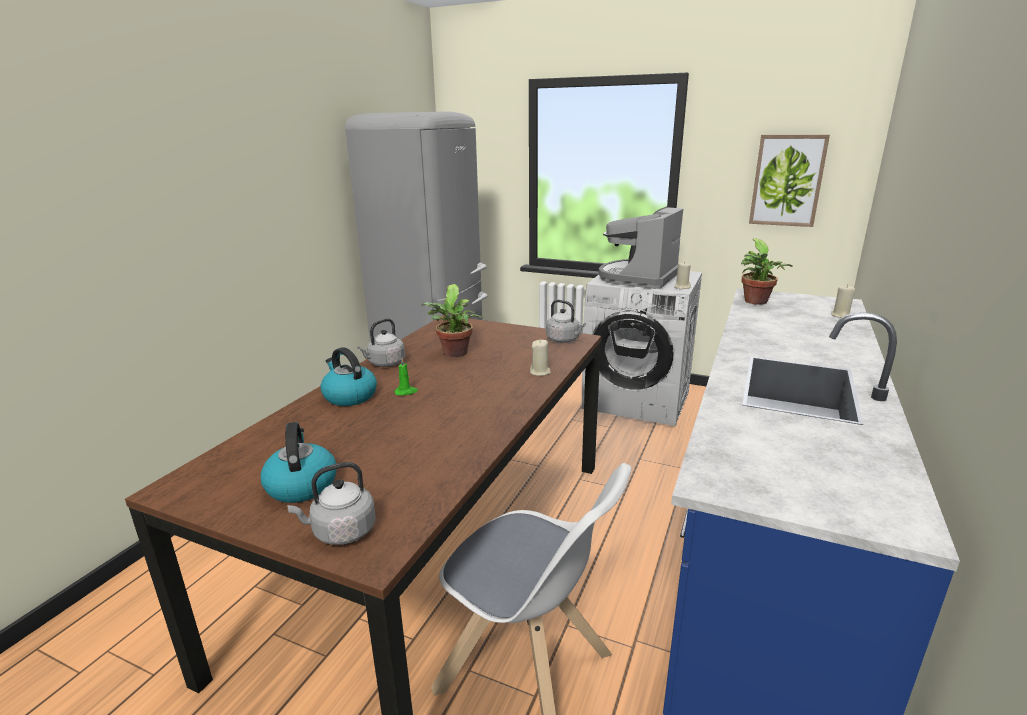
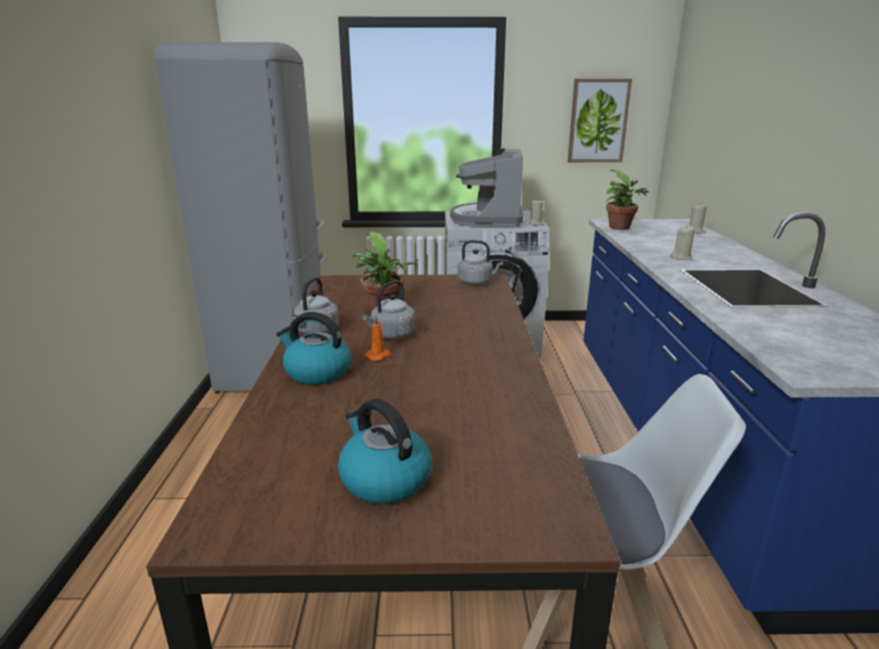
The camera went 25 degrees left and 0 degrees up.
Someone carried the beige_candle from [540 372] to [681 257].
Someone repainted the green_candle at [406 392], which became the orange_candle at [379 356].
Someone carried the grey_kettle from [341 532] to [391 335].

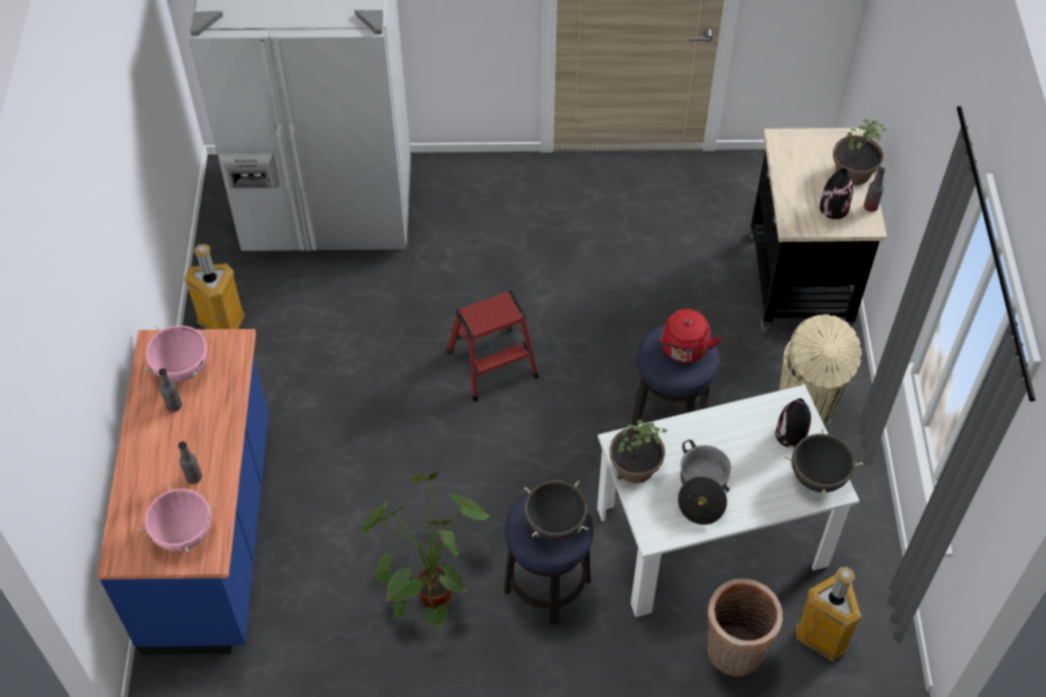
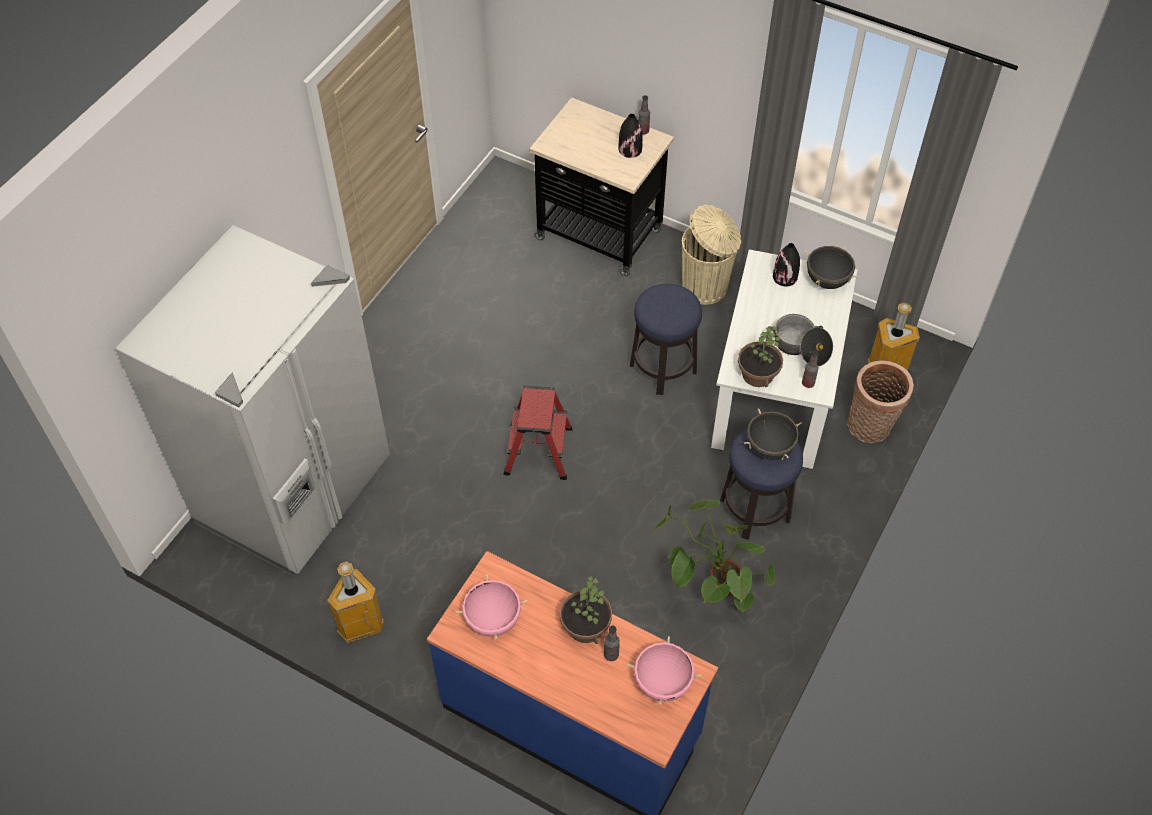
The camera went 60 degrees left and 0 degrees up.
Someone carried the potted_plant from [852 172] to [585 626].
Someone took away the red_kettle at [684 350].
Someone carried the bottle from [174 406] to [808 383].

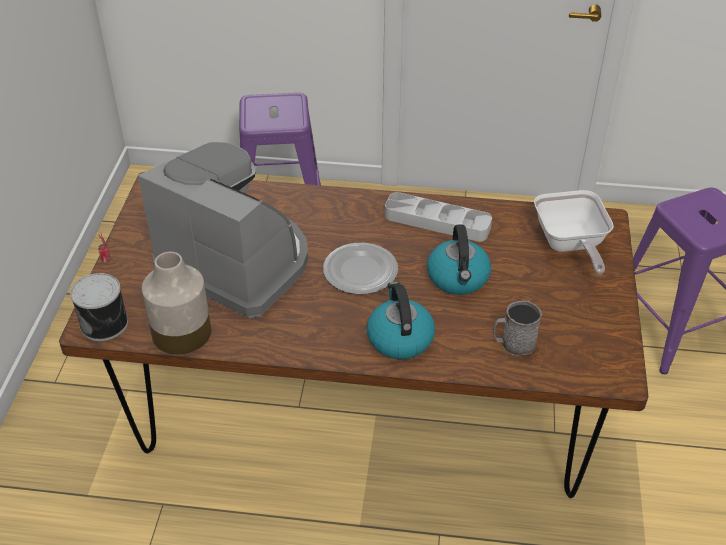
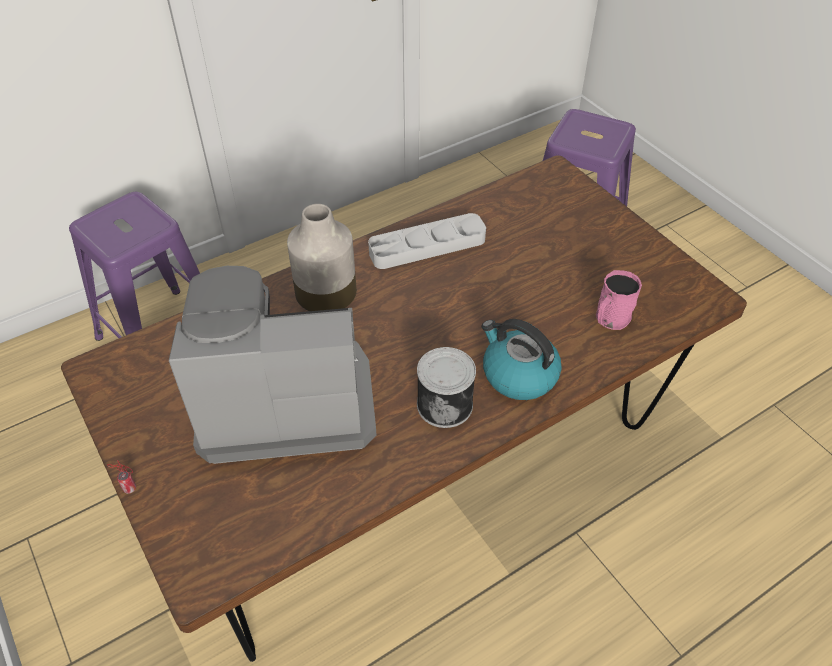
The camera went 40 degrees left and 5 degrees up.
Someone took away the frying_pan at [570 245].
Someone took away the kettle at [458 278].
Someone took away the plate at [360 270].
Someone carried the beige_vase from [182 332] to [326 291].
Someone carried the can from [105 323] to [445 403].
Someone repainted the grey_mug at [513 344], which became the pink_mug at [610 319].

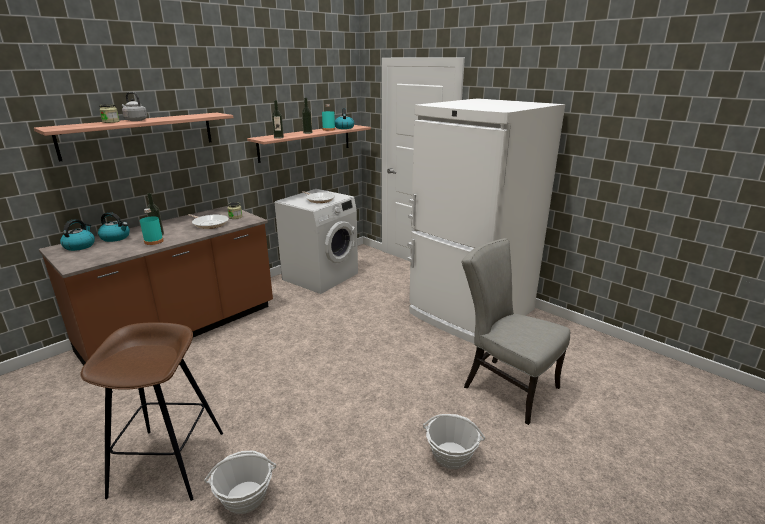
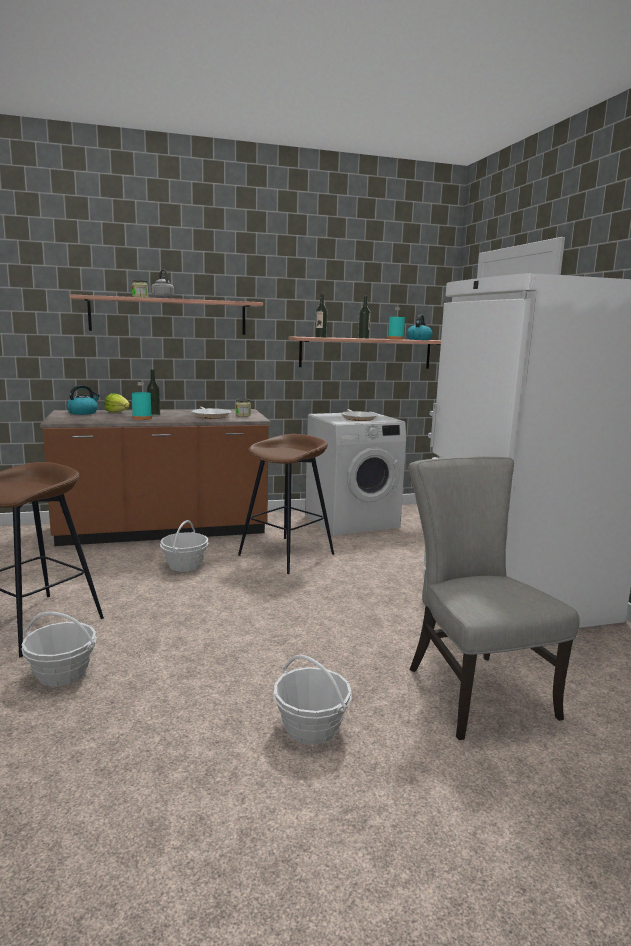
The camera went 30 degrees right and 10 degrees down.
Someone swapped the kettle at [116 237] for the lettuce at [118 412].
Someone put down the brown_stool at [287 554].
Someone put down the basket at [185 565].

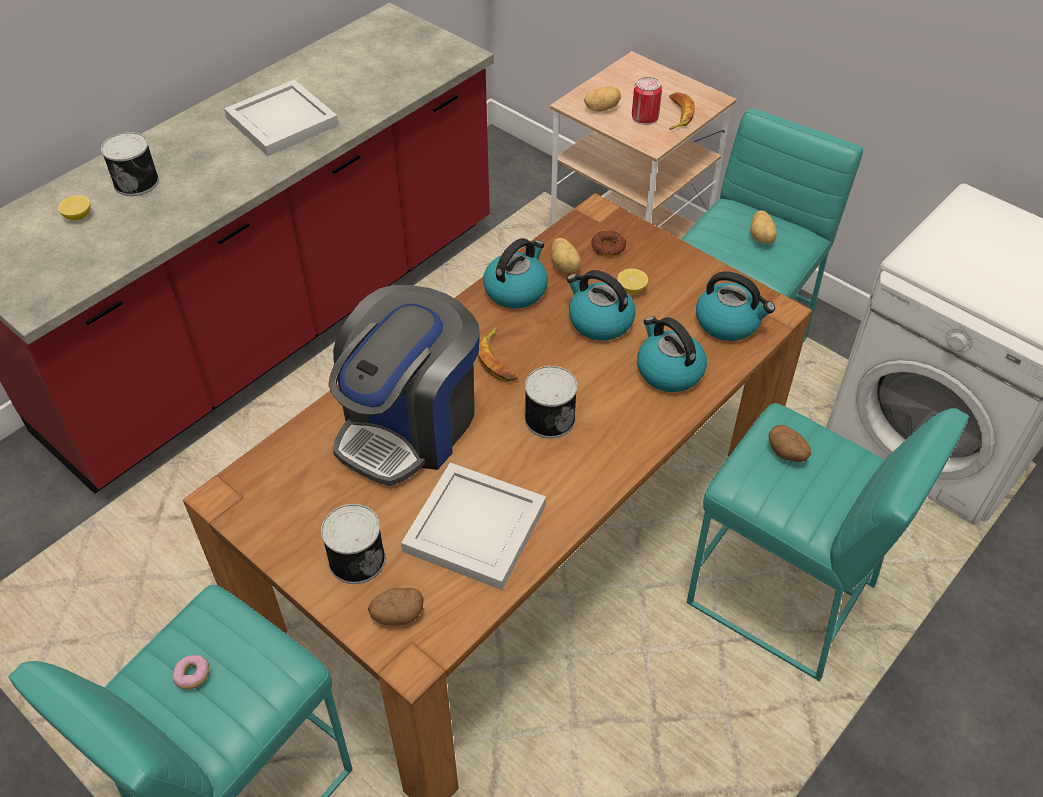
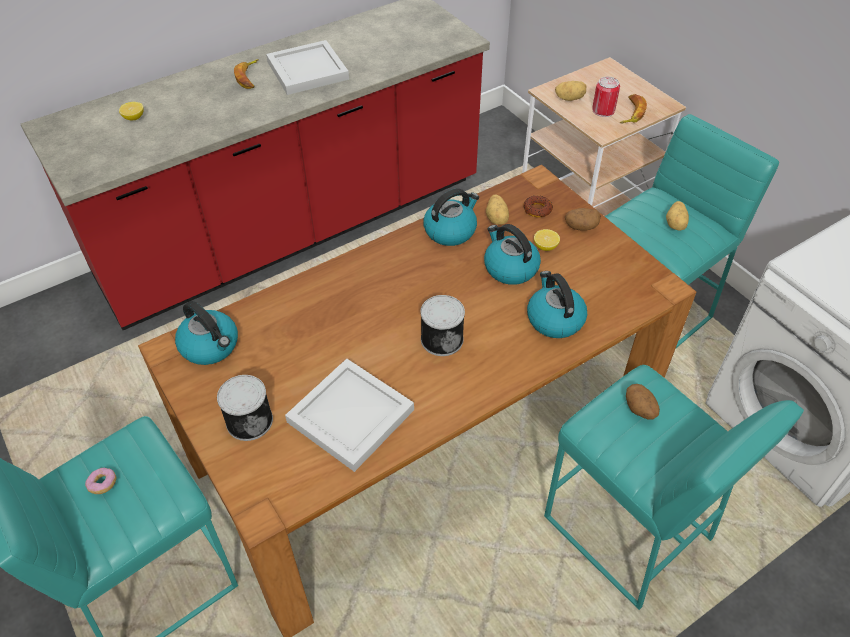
The camera went 15 degrees right and 0 degrees up.
Someone took away the can at [137 181].
Someone carried the kettle from [728 322] to [211 346].
Someone took away the coffee_machine at [409 424].
Someone carried the banana from [498 360] to [249 77].
Someone carried the potato from [397 615] to [580 227].

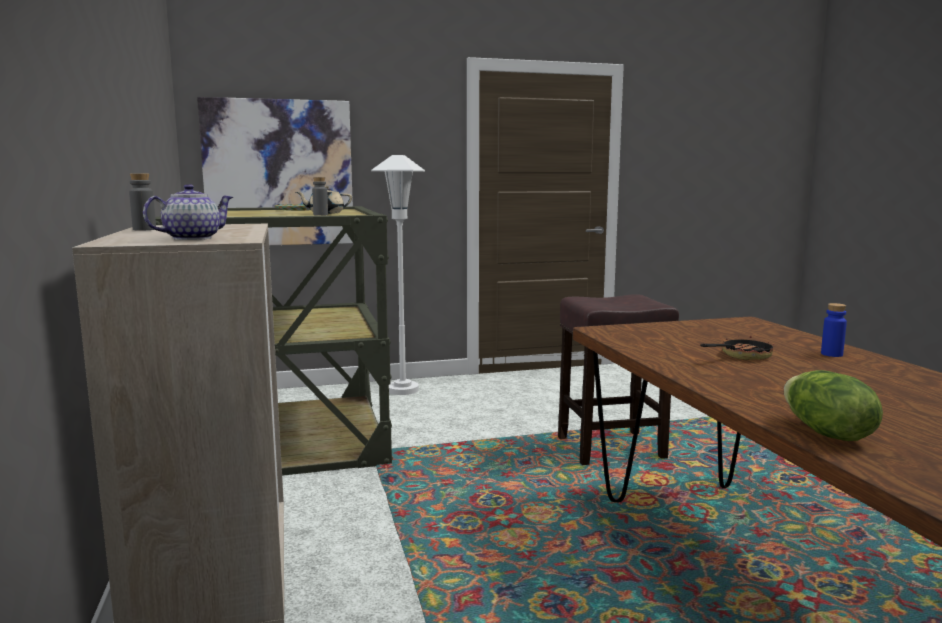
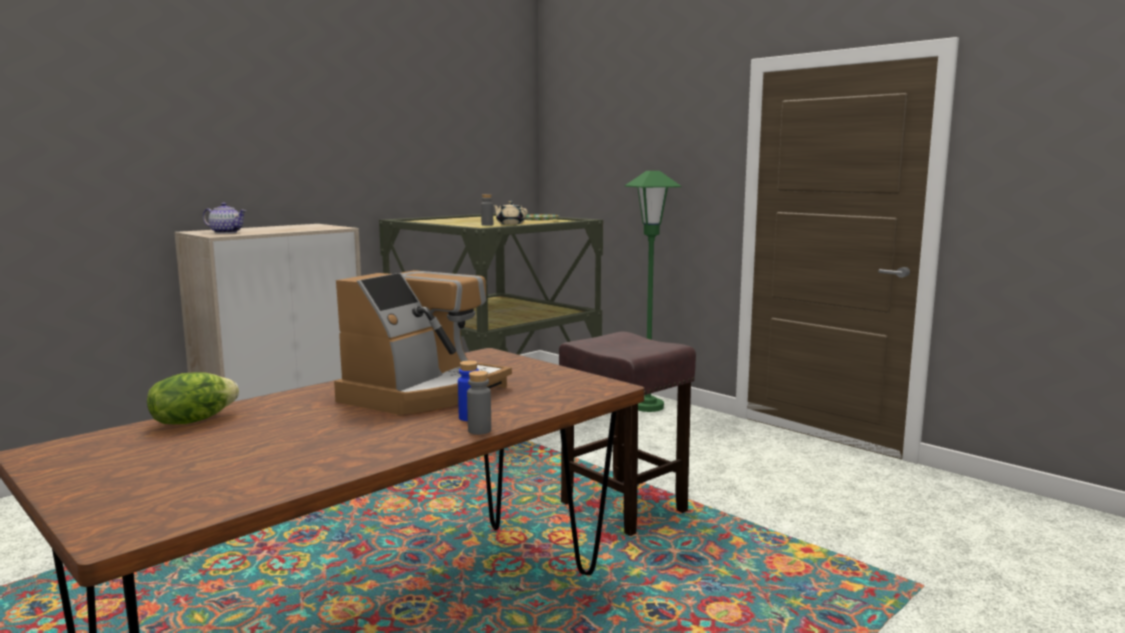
The camera went 60 degrees right and 0 degrees up.
Someone took away the picture at [279 173].
Someone repainted the white_floor_lamp at [403 390], which became the green_floor_lamp at [647 406].
Someone carried the grey_bottle from [144 229] to [479 430].
Someone swapped the frying_pan at [740 356] for the coffee_machine at [424 392].

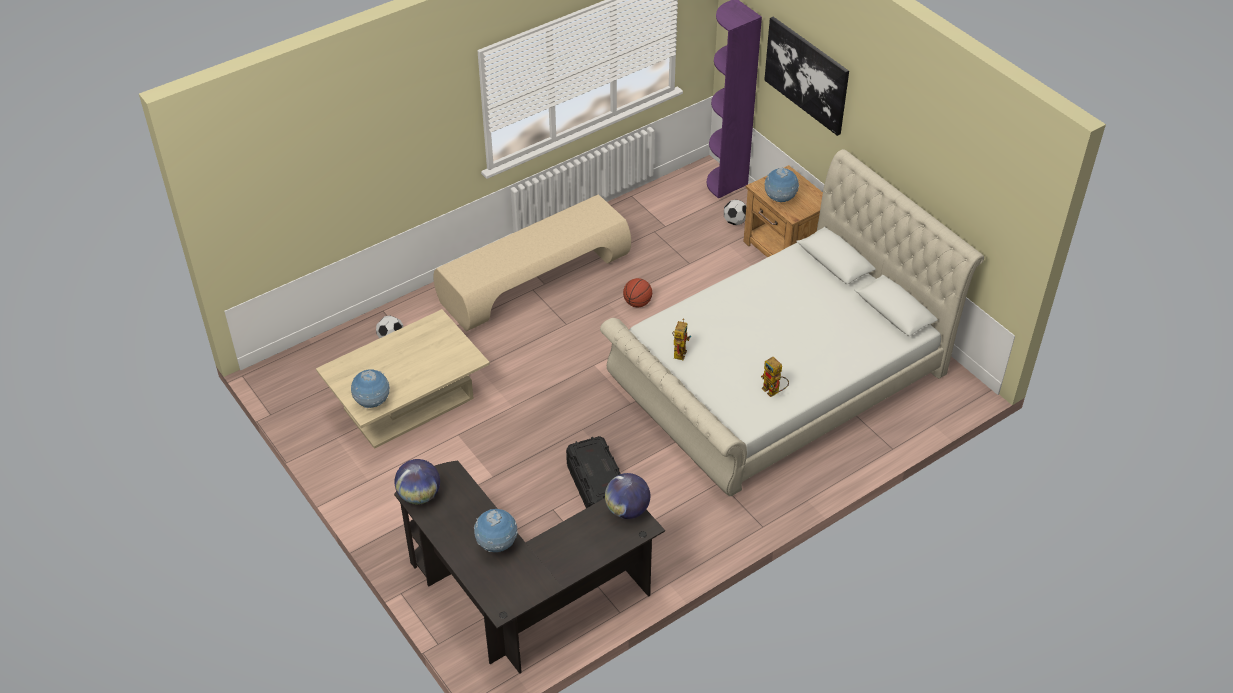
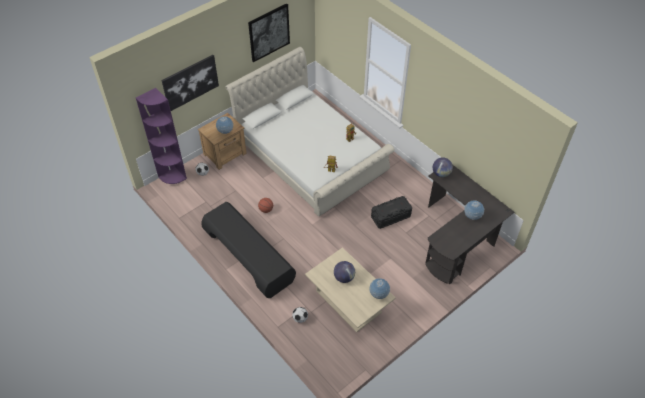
The camera went 95 degrees left and 5 degrees up.
Someone repainted the beige_bench at [534 278], which became the black_bench at [248 256].
Someone carried the globe from [419 495] to [344 277].
Someone put up the picture at [269 32].

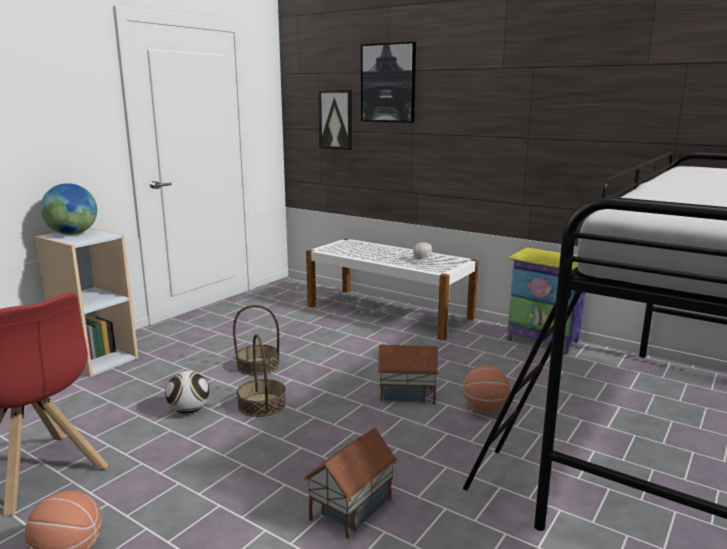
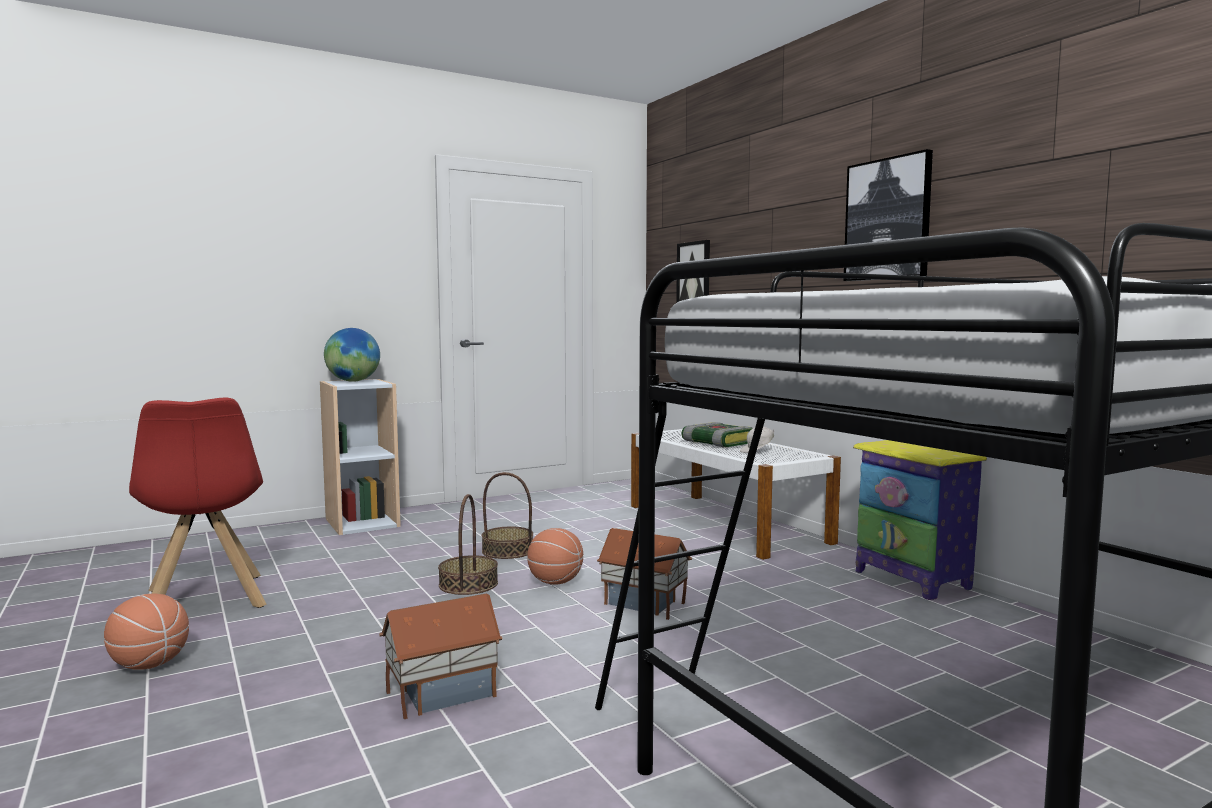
The camera went 25 degrees right and 10 degrees down.
Someone carried the picture from [388 83] to [888 219].
Someone carried the basketball from [484 409] to [555 582].
Someone took away the football at [189 410].
Someone put down the book at [716 443].

